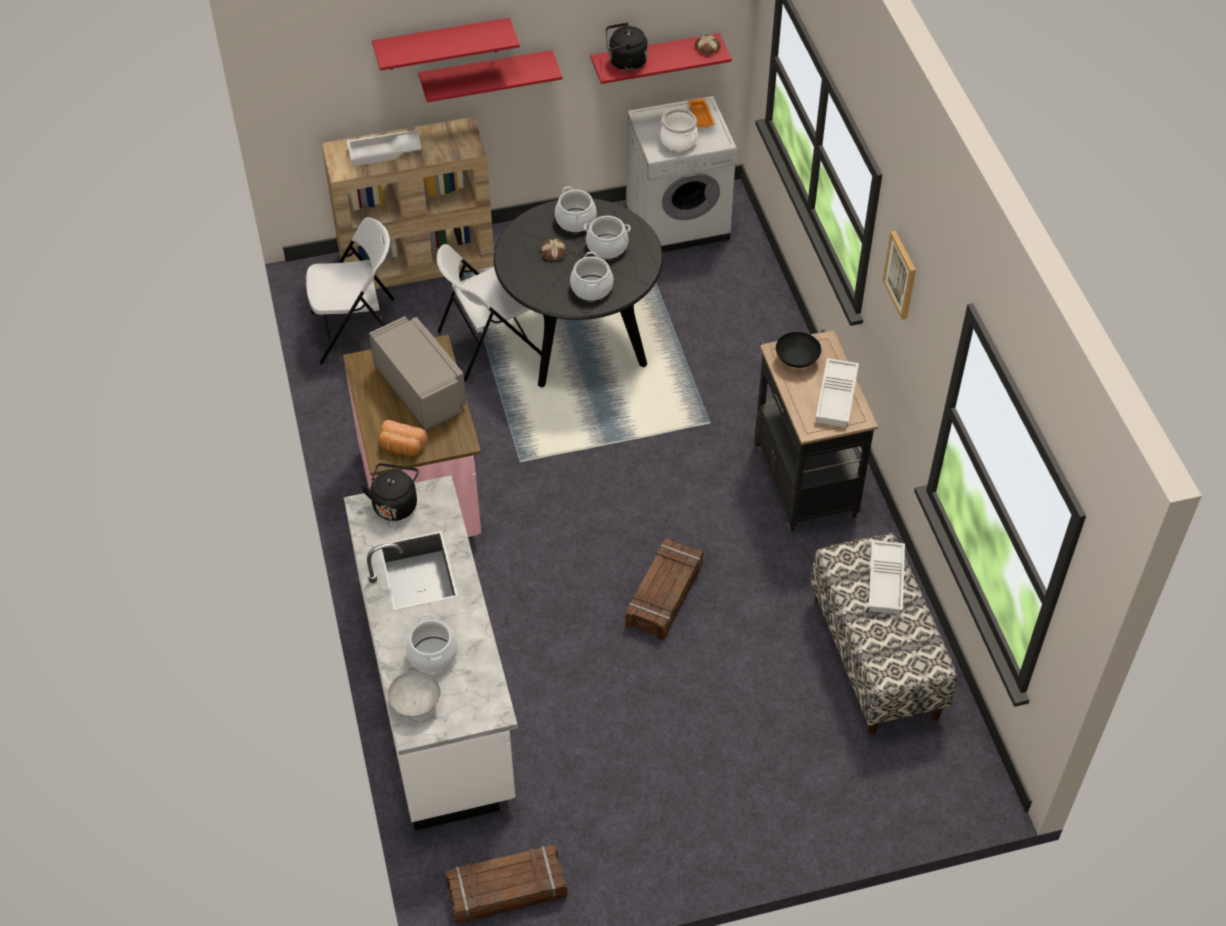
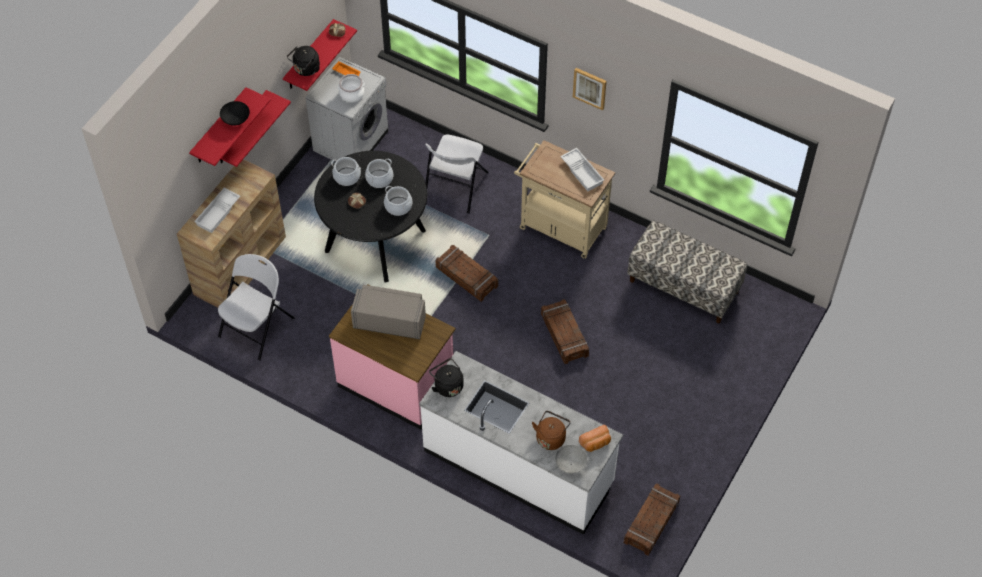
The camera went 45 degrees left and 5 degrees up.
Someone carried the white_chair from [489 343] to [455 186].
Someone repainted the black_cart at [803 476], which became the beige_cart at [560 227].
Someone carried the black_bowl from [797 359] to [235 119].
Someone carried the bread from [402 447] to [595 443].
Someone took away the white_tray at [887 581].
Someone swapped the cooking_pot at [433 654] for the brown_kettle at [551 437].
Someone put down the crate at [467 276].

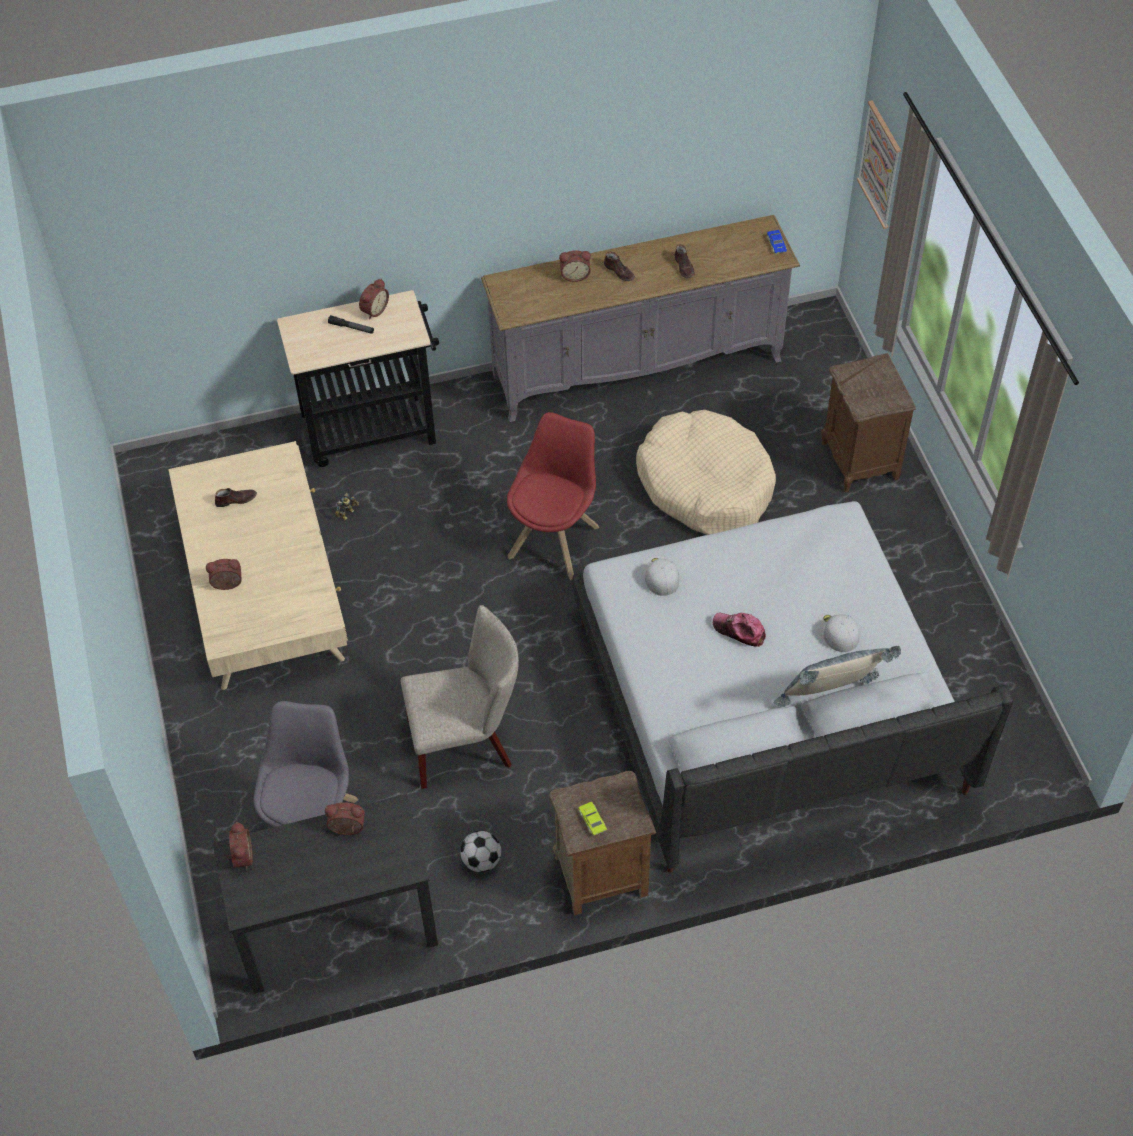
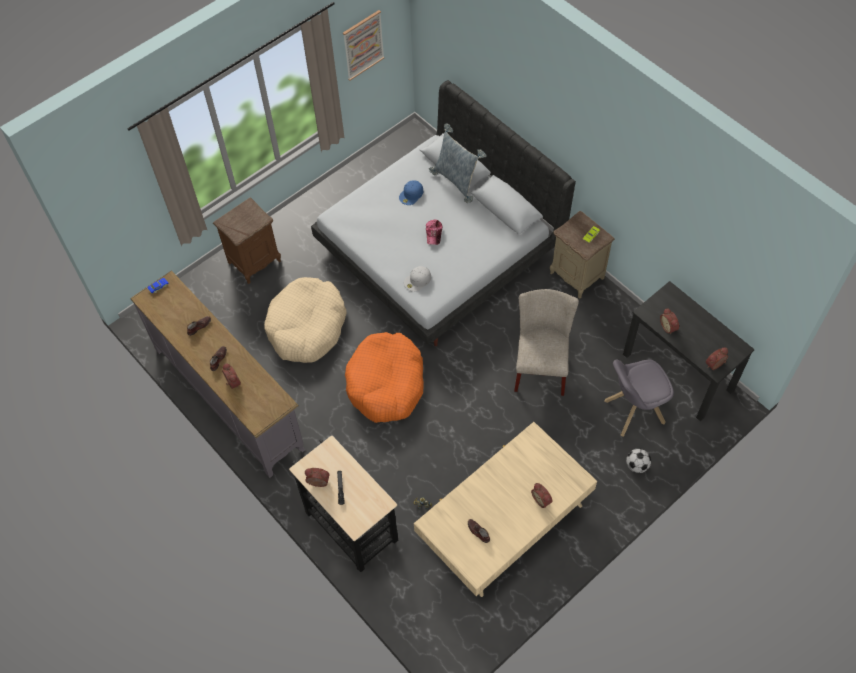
The camera went 115 degrees left and 5 degrees up.
Someone carried the picture from [880 164] to [363 45].
Someone swapped the red_chair at [555 541] for the orange_dog_bed at [386 383].
Someone rotated the beige_chair at [466 742] by 45 degrees clockwise.
Someone repainted the white_cap at [836 631], which became the blue_cap at [411 194].
Someone carried the football from [481 860] to [636 465].

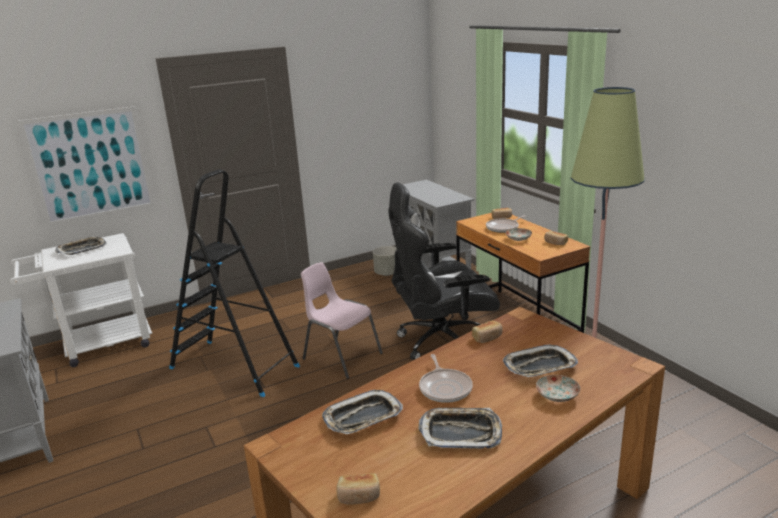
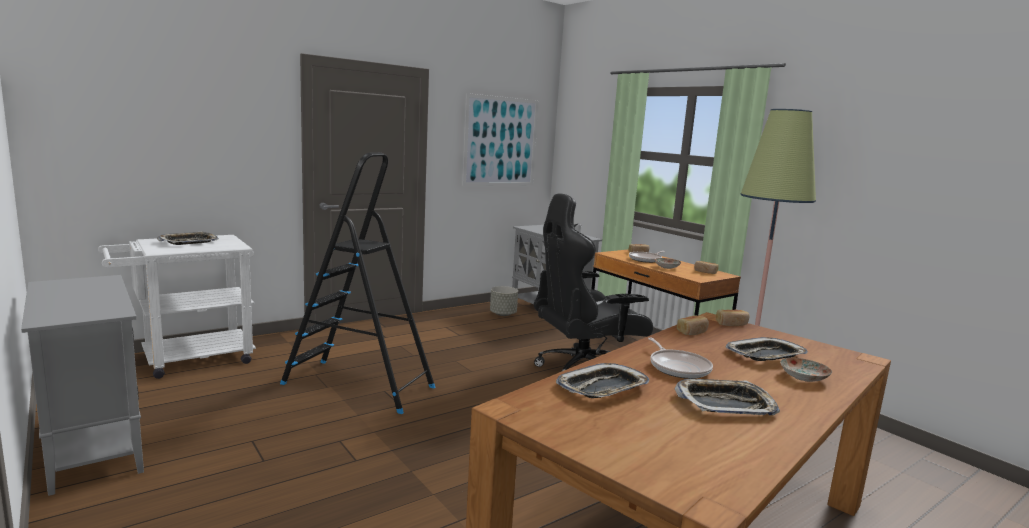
The camera went 10 degrees left and 10 degrees down.
Someone carried the picture from [91 165] to [501 141].
Someone took away the pink_chair at [341 356].
Someone carried the bread from [359 496] to [731 324].

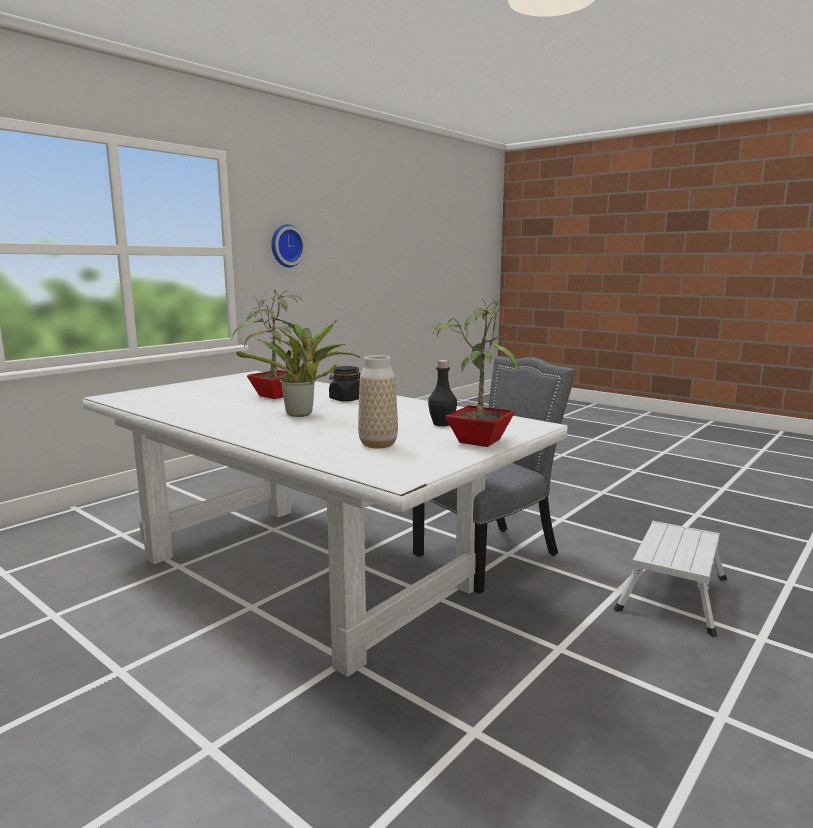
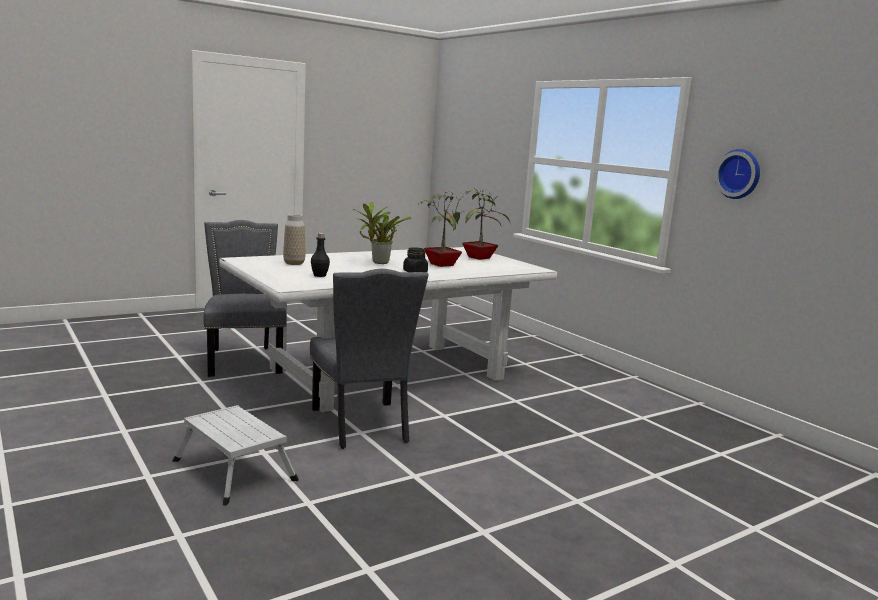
The camera went 105 degrees right and 0 degrees up.
Someone carried the potted_plant from [476 441] to [480 258].
Someone put down the grey_chair at [243 362].

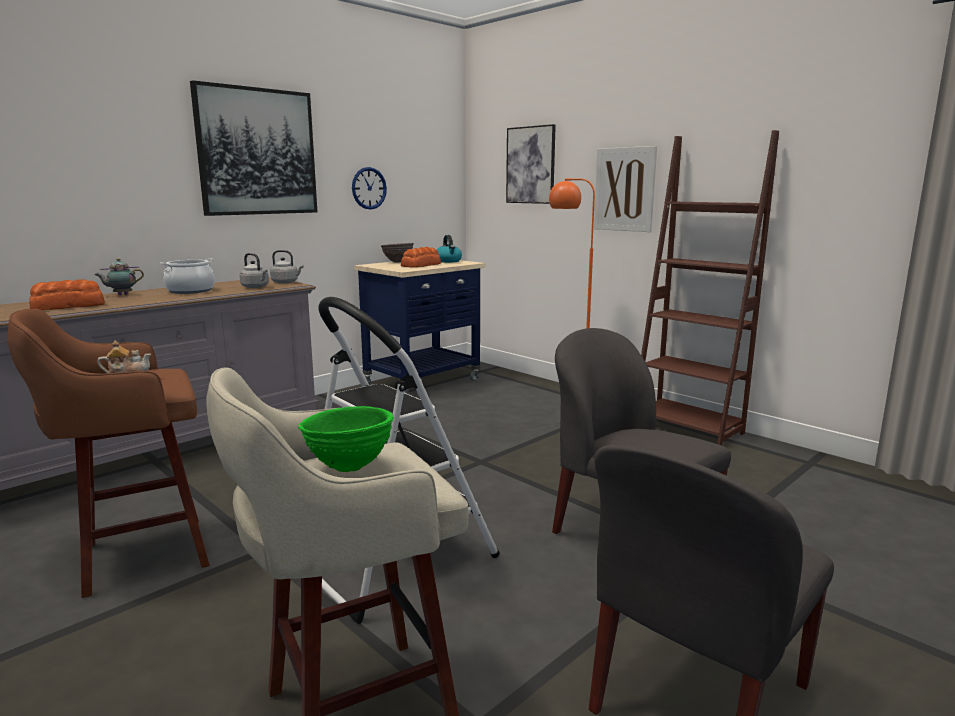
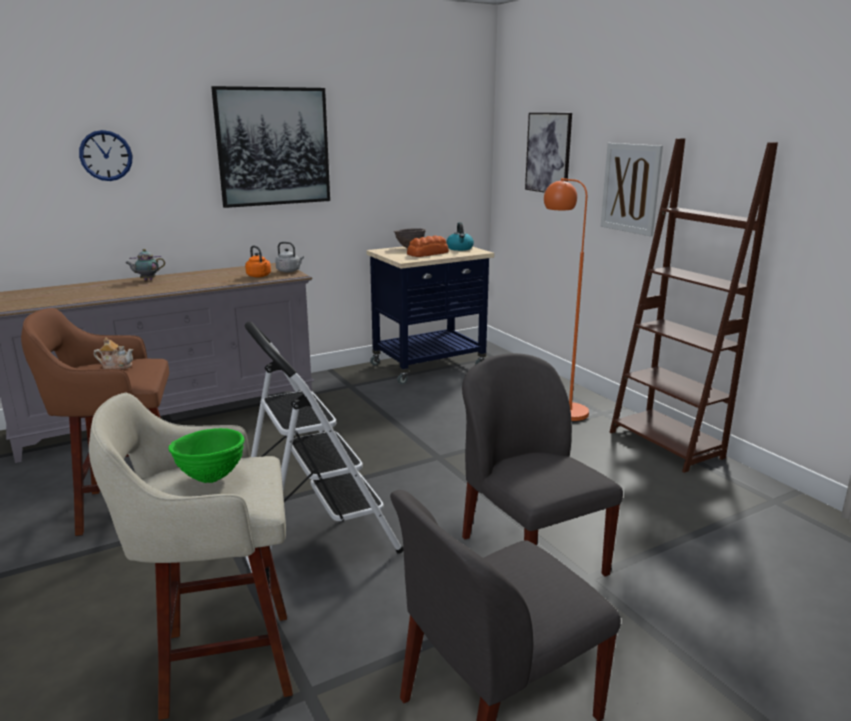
The camera went 15 degrees right and 5 degrees up.
Someone carried the wall_clock from [369 188] to [106 155].
Someone repainted the grey_kettle at [256 287], which became the orange_kettle at [259 276].
Someone took away the cooking_pot at [191 291].
Someone took away the bread at [69 306].

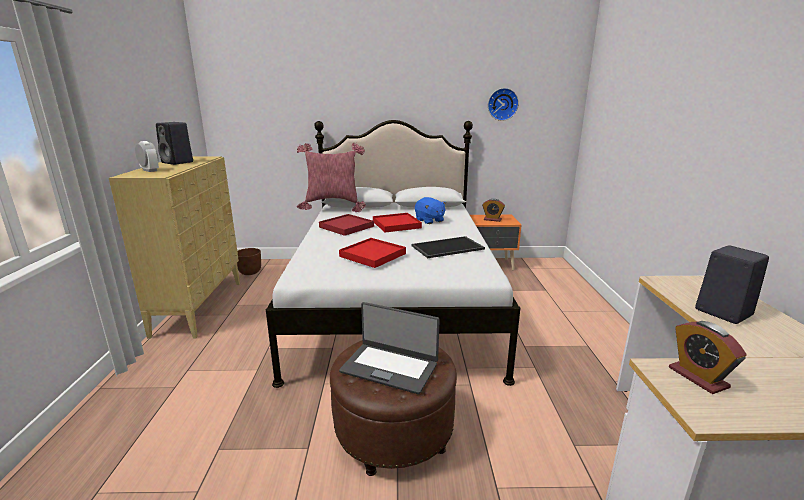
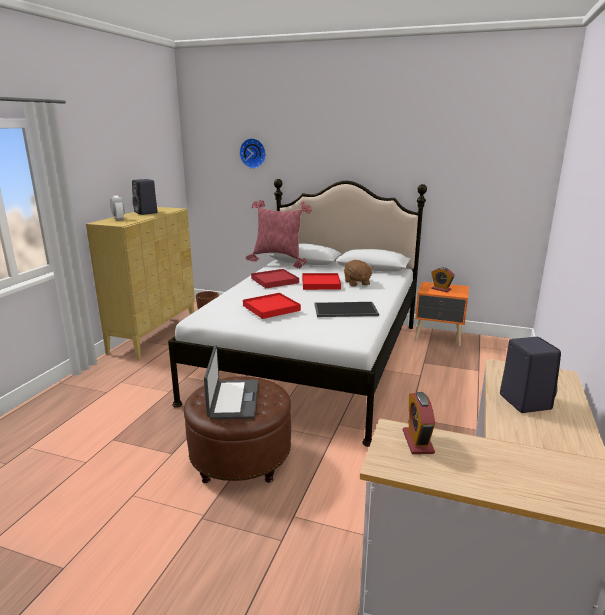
The camera went 20 degrees right and 0 degrees up.
Someone carried the wall_clock from [502 104] to [253 153].
Someone repainted the blue_plush_toy at [429 220], which became the brown_plush_toy at [356 283].
Someone rotated the laptop at [390 367] by 135 degrees counterclockwise.

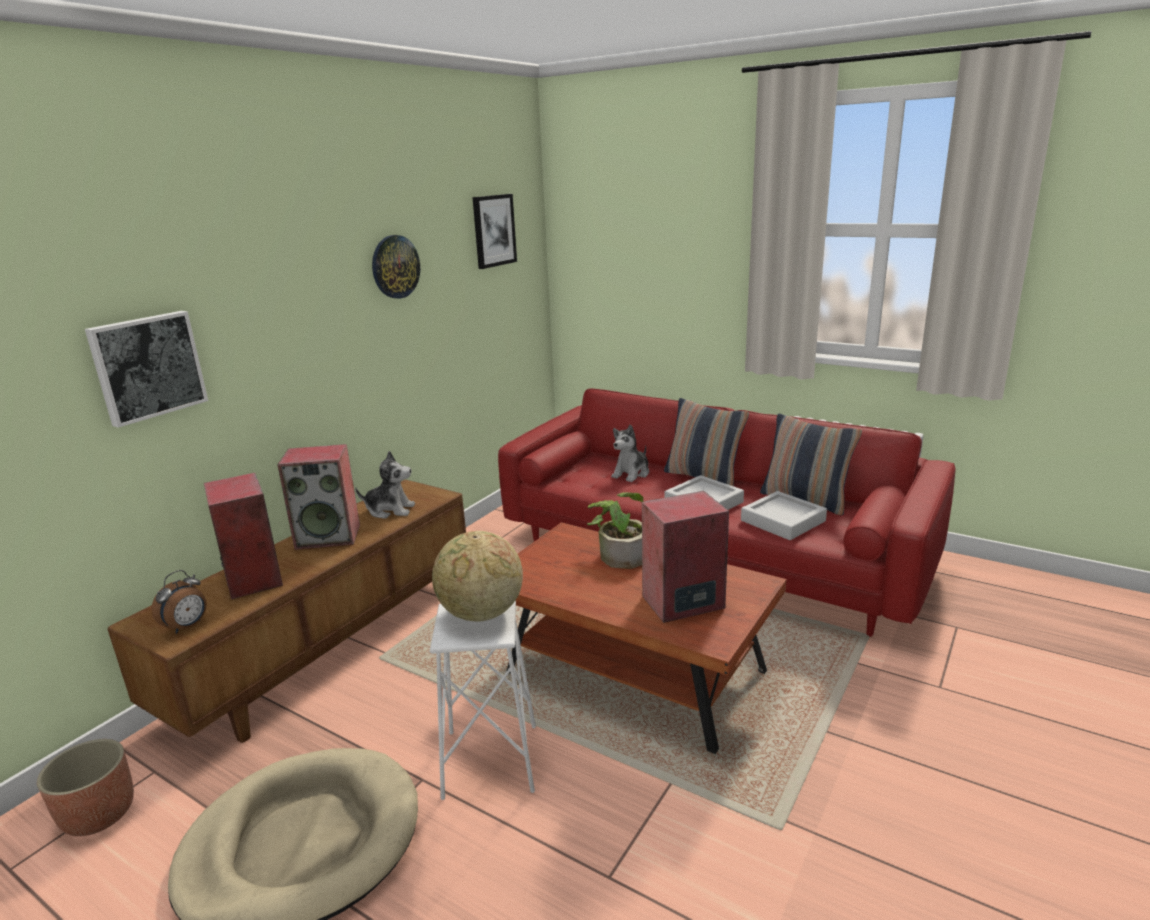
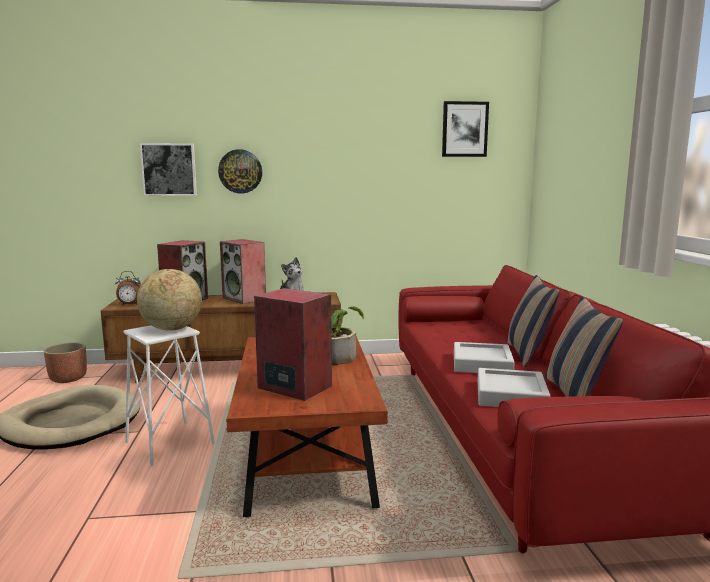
The camera went 50 degrees right and 10 degrees down.
Someone carried the wall_clock from [395 267] to [240 171].
Someone took away the plush_toy at [631 474].

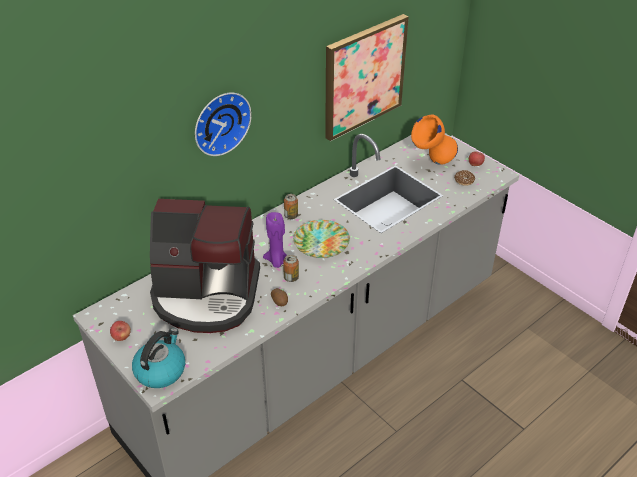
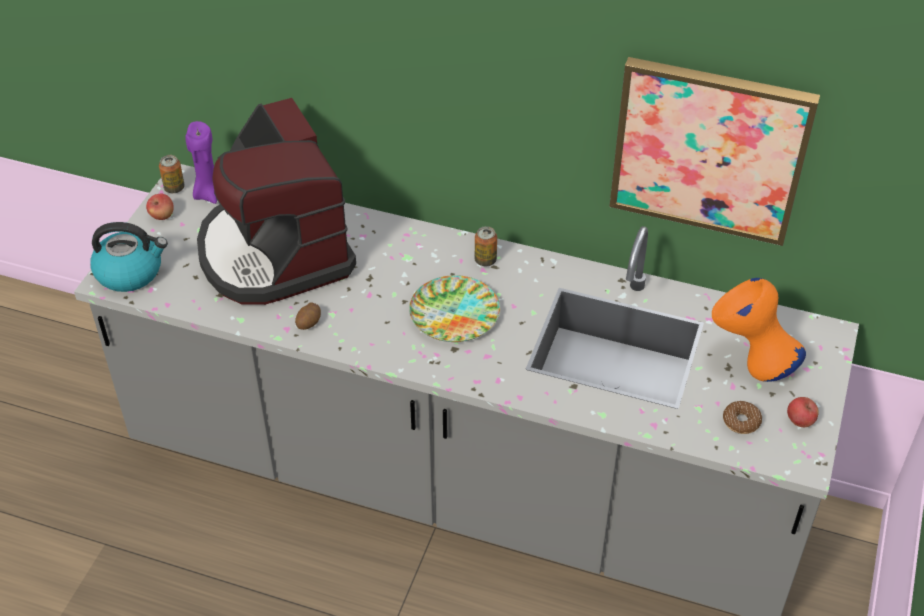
The camera went 60 degrees right and 5 degrees up.
Someone took away the wall_clock at [220 122].
Someone carried the purple_candle from [277 261] to [208 194].
Someone carried the can from [291 278] to [174 188].

